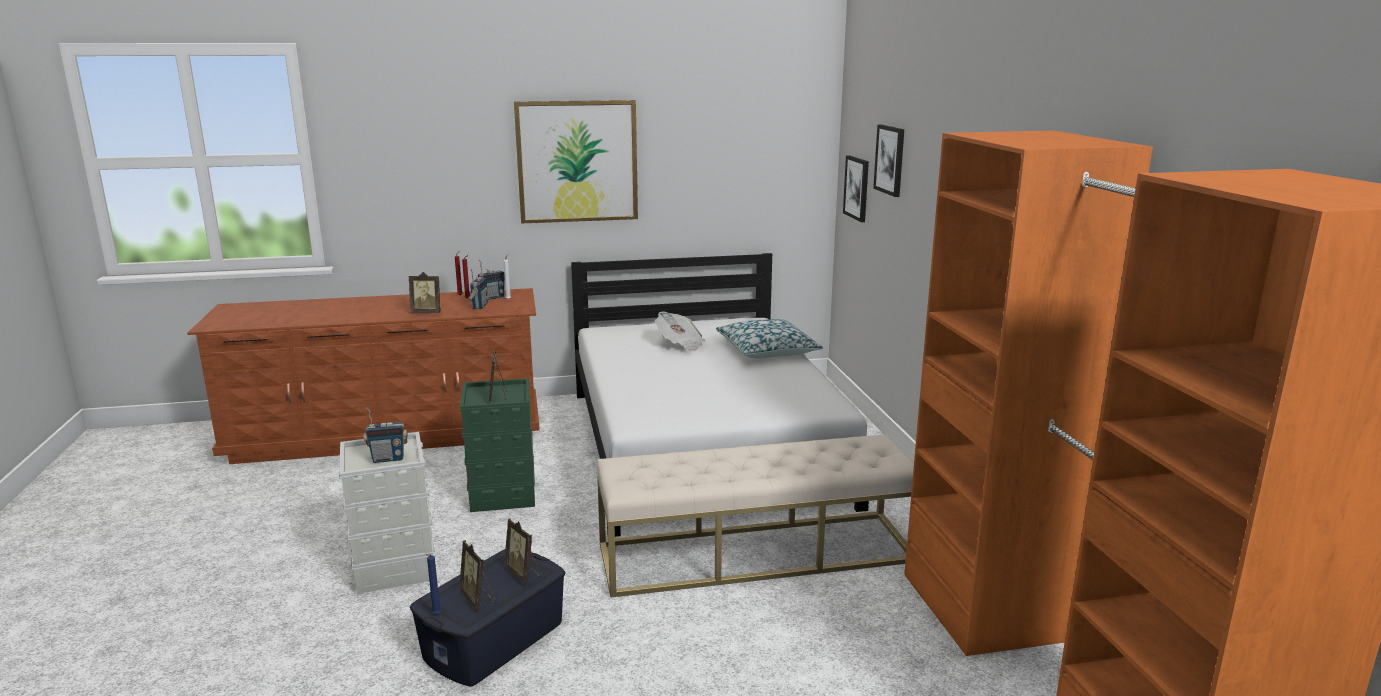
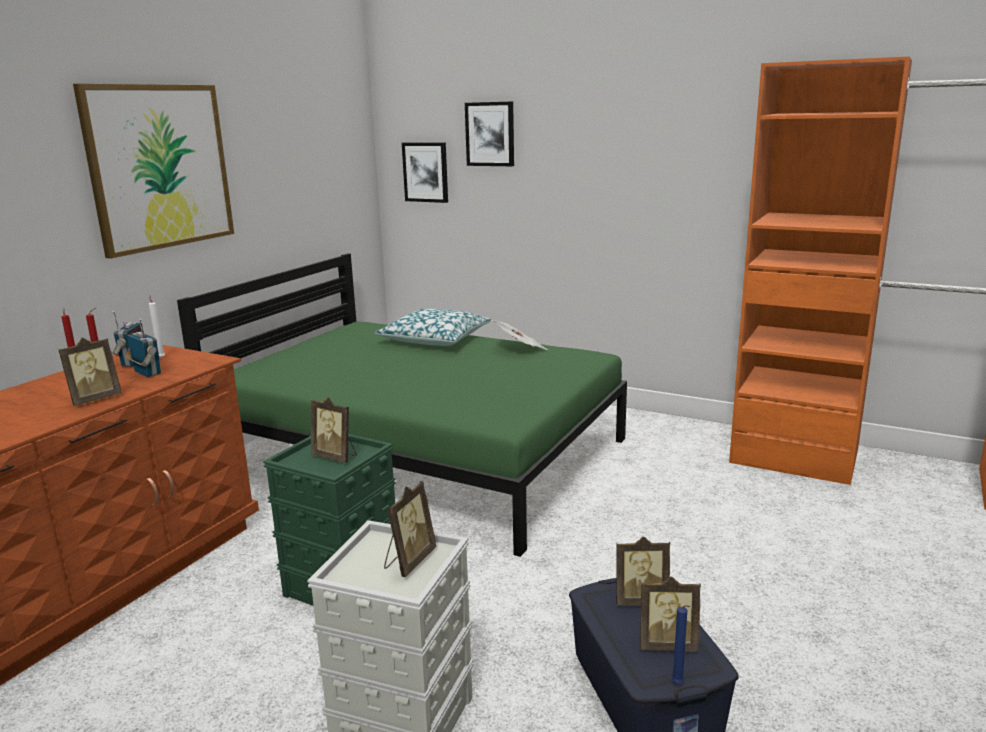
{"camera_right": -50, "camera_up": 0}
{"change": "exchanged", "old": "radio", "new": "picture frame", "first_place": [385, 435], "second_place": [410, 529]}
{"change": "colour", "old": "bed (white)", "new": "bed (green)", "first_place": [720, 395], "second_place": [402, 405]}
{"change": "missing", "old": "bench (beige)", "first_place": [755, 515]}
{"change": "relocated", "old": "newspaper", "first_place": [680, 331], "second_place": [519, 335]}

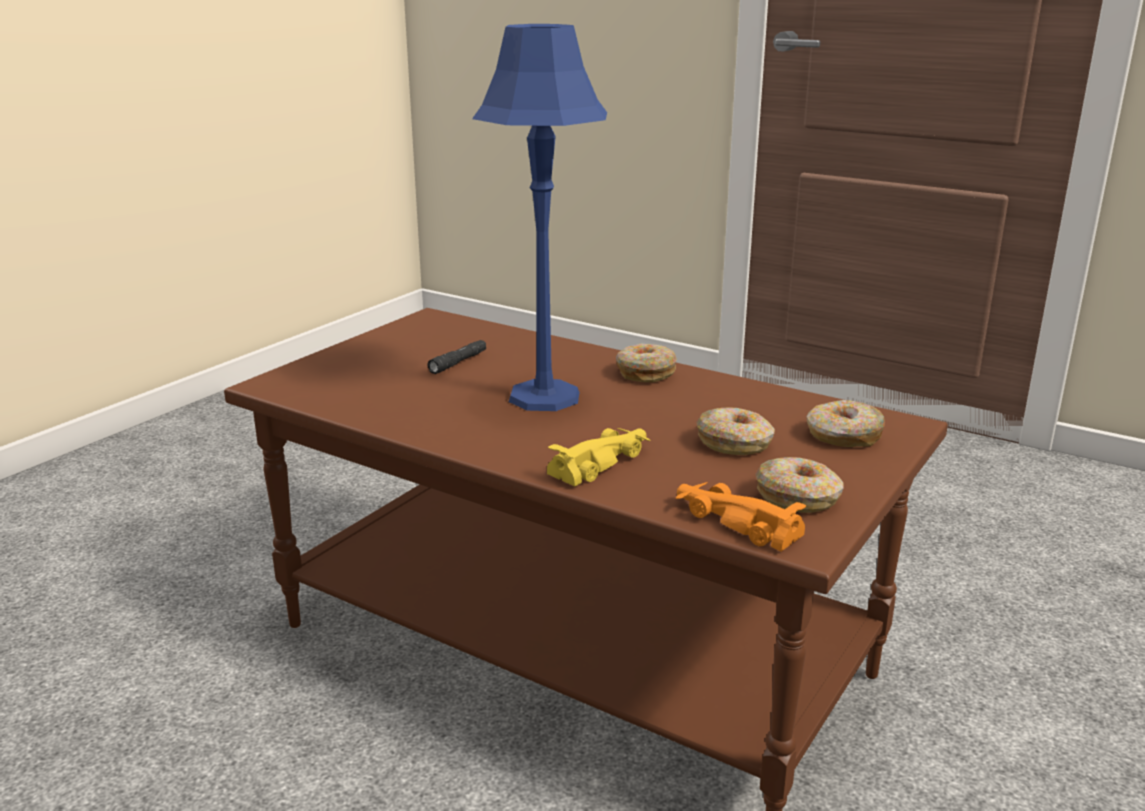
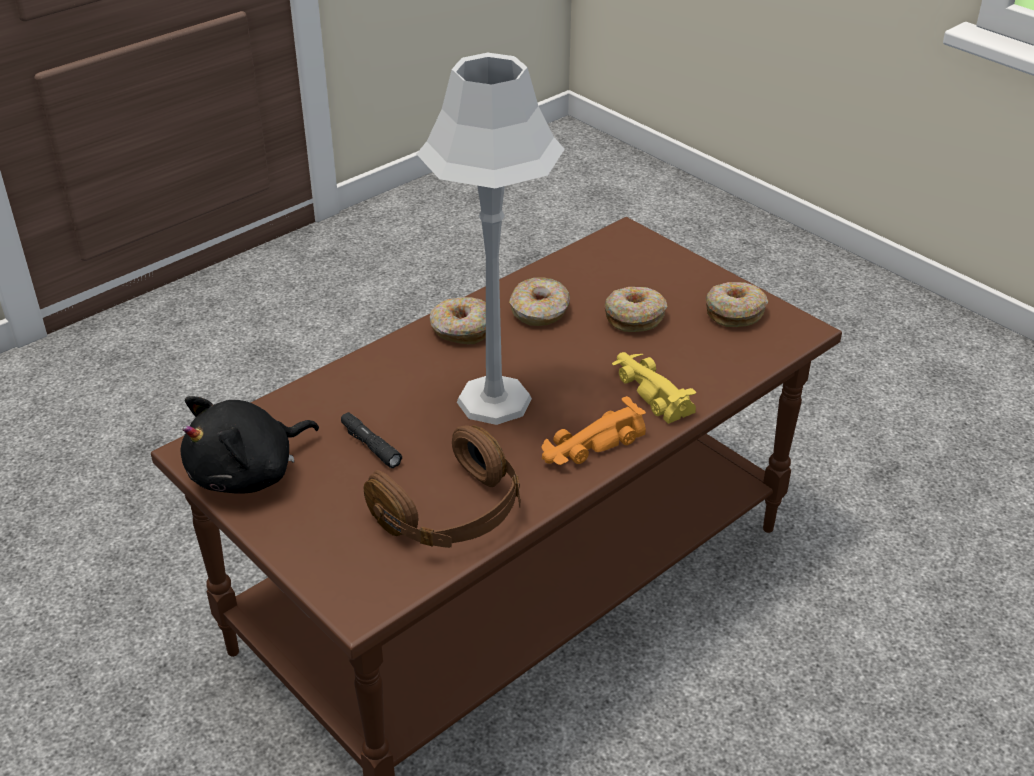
{"camera_right": -75, "camera_up": 15}
{"change": "colour", "old": "table lamp (blue)", "new": "table lamp (grey)", "first_place": [539, 217], "second_place": [491, 238]}
{"change": "relocated", "old": "toy car (orange)", "first_place": [741, 516], "second_place": [593, 430]}
{"change": "relocated", "old": "donut", "first_place": [845, 423], "second_place": [539, 302]}
{"change": "appeared", "new": "plush toy (black)", "second_place": [249, 445]}
{"change": "appeared", "new": "headphones (brown)", "second_place": [442, 486]}

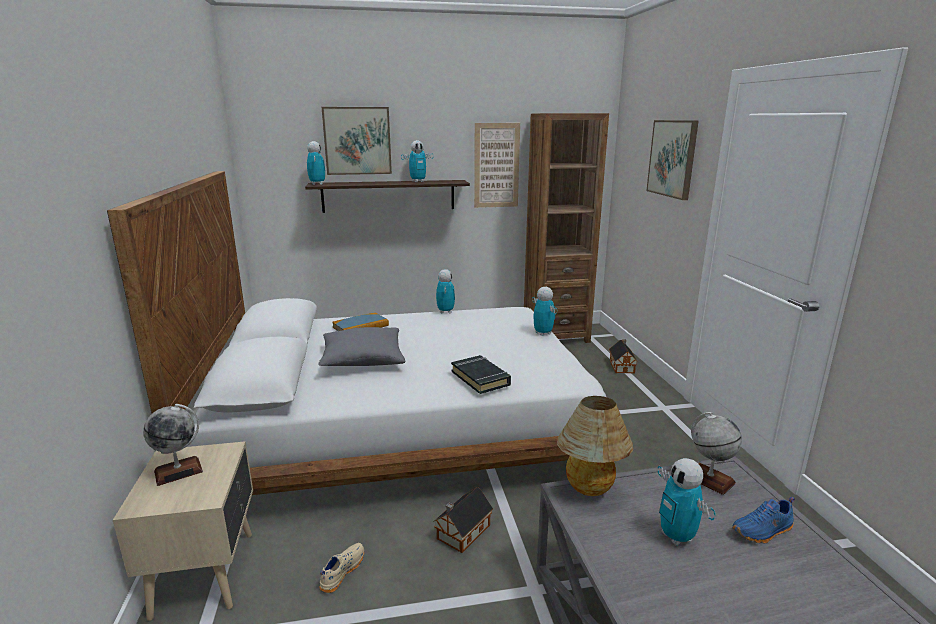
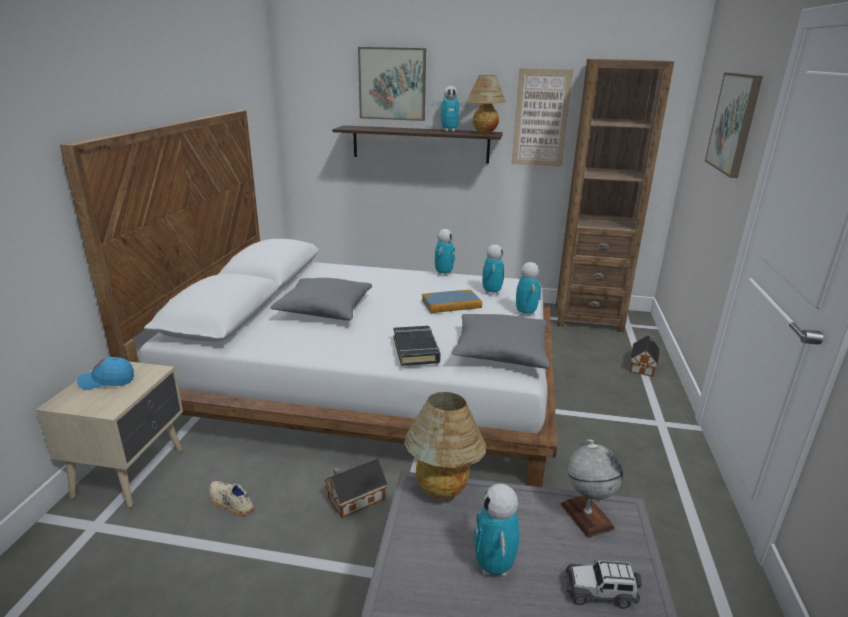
{"camera_right": 20, "camera_up": 5}
{"change": "exchanged", "old": "globe", "new": "cap (blue)", "first_place": [173, 445], "second_place": [105, 373]}
{"change": "relocated", "old": "toy robot", "first_place": [316, 163], "second_place": [493, 269]}
{"change": "spun", "old": "shoe (beige)", "first_place": [341, 568], "second_place": [231, 498], "degrees": -105}
{"change": "relocated", "old": "book", "first_place": [360, 321], "second_place": [452, 301]}
{"change": "exchanged", "old": "shoe (blue)", "new": "toy car", "first_place": [763, 520], "second_place": [603, 584]}
{"change": "appeared", "new": "pillow (grey)", "second_place": [500, 341]}
{"change": "appeared", "new": "table lamp", "second_place": [486, 104]}

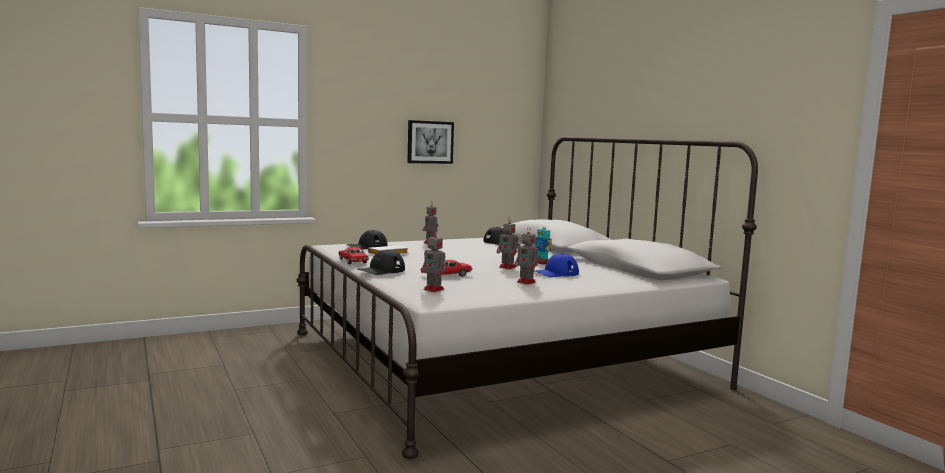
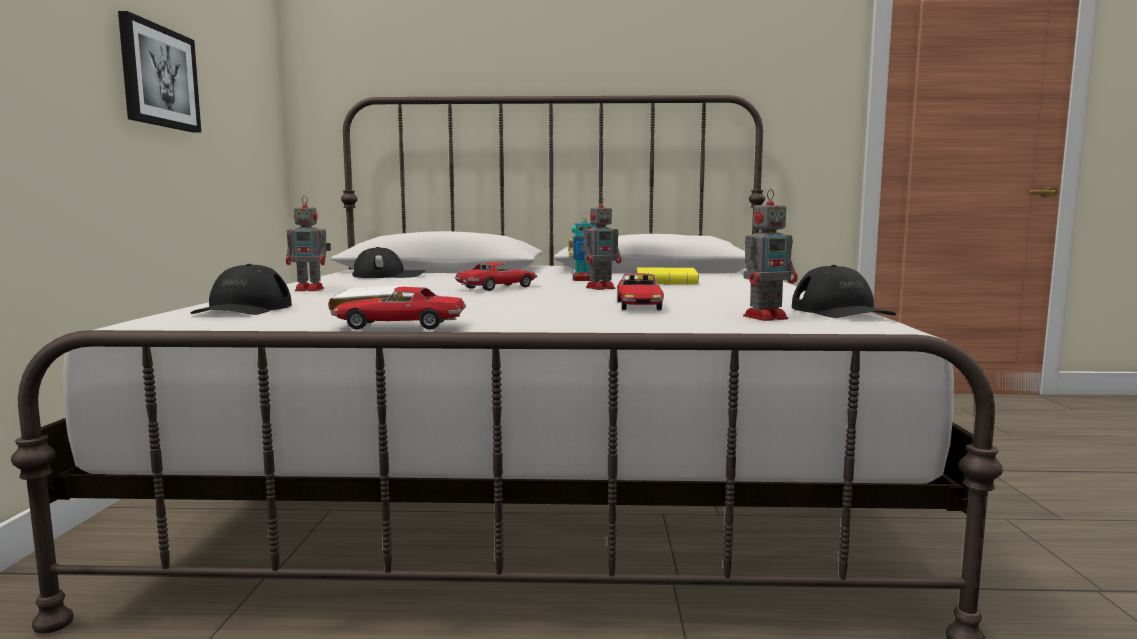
{"camera_right": -60, "camera_up": 0}
{"change": "relocated", "old": "cap (black)", "first_place": [381, 262], "second_place": [844, 291]}
{"change": "missing", "old": "toy robot", "first_place": [527, 256]}
{"change": "exchanged", "old": "cap (blue)", "new": "book (yellow)", "first_place": [556, 265], "second_place": [668, 276]}
{"change": "appeared", "new": "toy car", "second_place": [496, 276]}

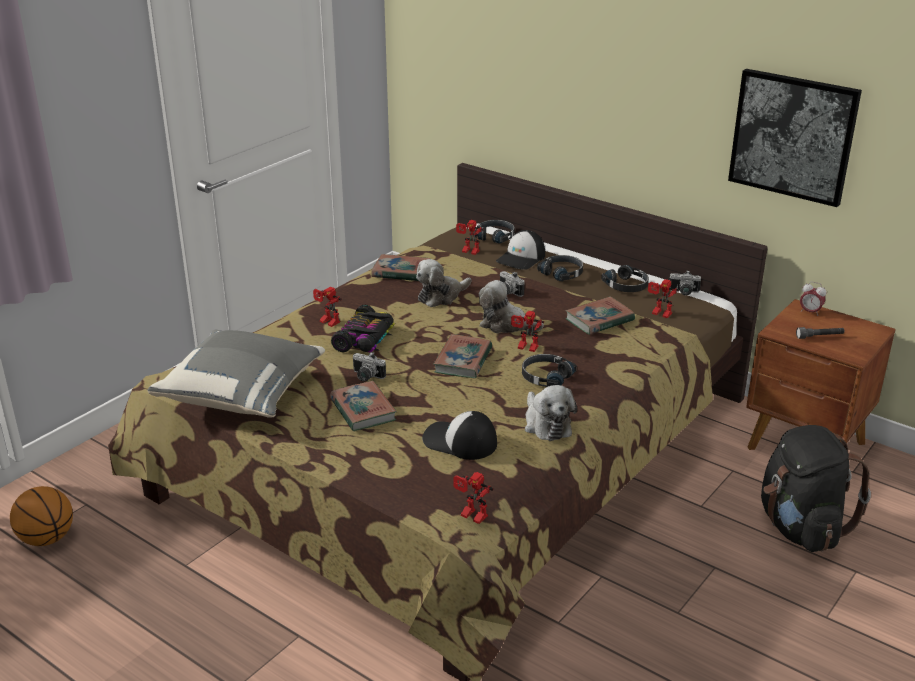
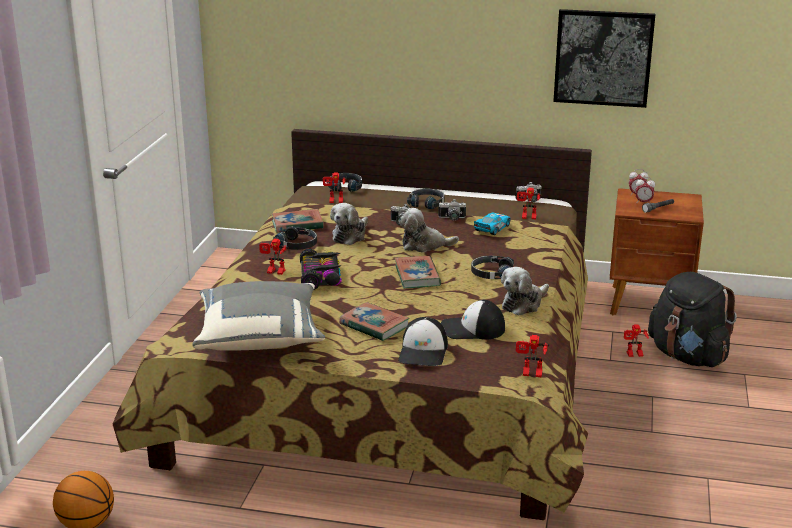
{"camera_right": -25, "camera_up": -5}
{"change": "relocated", "old": "photo camera", "first_place": [369, 366], "second_place": [452, 210]}
{"change": "relocated", "old": "cap", "first_place": [520, 250], "second_place": [423, 341]}
{"change": "relocated", "old": "toy robot", "first_place": [527, 331], "second_place": [636, 340]}
{"change": "spun", "old": "plush toy", "first_place": [551, 413], "second_place": [525, 291], "degrees": 90}
{"change": "exchanged", "old": "book", "new": "toy car", "first_place": [600, 315], "second_place": [492, 223]}
{"change": "relocated", "old": "headphones (black)", "first_place": [625, 278], "second_place": [295, 238]}
{"change": "appeared", "new": "alarm clock", "second_place": [645, 190]}

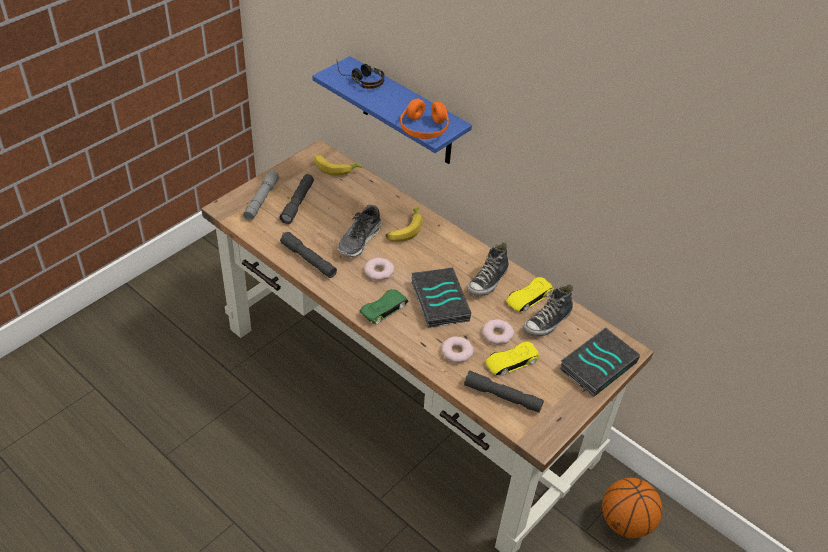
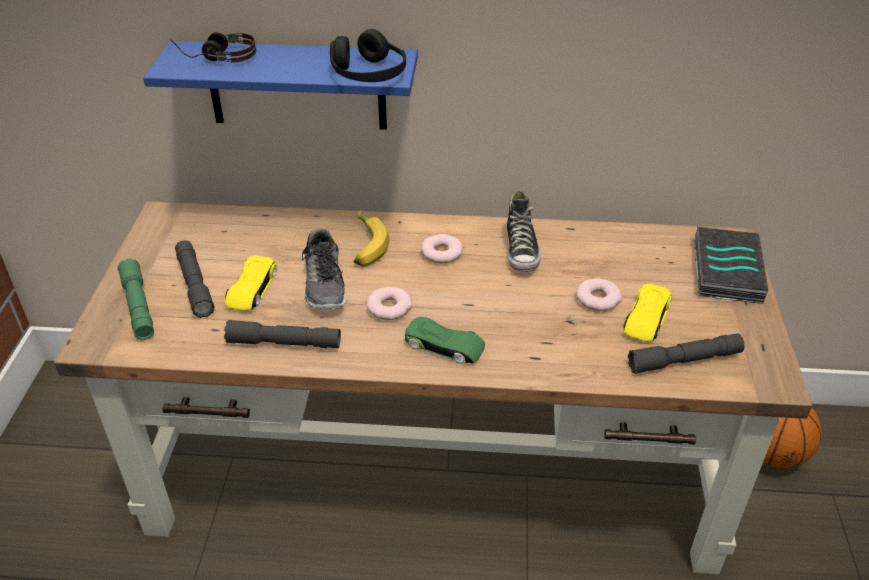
{"camera_right": -35, "camera_up": -5}
{"change": "colour", "old": "flashlight (grey)", "new": "flashlight (green)", "first_place": [261, 195], "second_place": [136, 299]}
{"change": "missing", "old": "banana", "first_place": [338, 165]}
{"change": "spun", "old": "toy car (green)", "first_place": [384, 307], "second_place": [445, 340], "degrees": 105}
{"change": "colour", "old": "headphones (orange)", "new": "headphones (black)", "first_place": [424, 119], "second_place": [368, 55]}
{"change": "missing", "old": "book", "first_place": [441, 298]}
{"change": "relocated", "old": "donut", "first_place": [457, 349], "second_place": [442, 248]}
{"change": "relocated", "old": "toy car (yellow)", "first_place": [529, 294], "second_place": [251, 283]}
{"change": "missing", "old": "shoe", "first_place": [548, 310]}

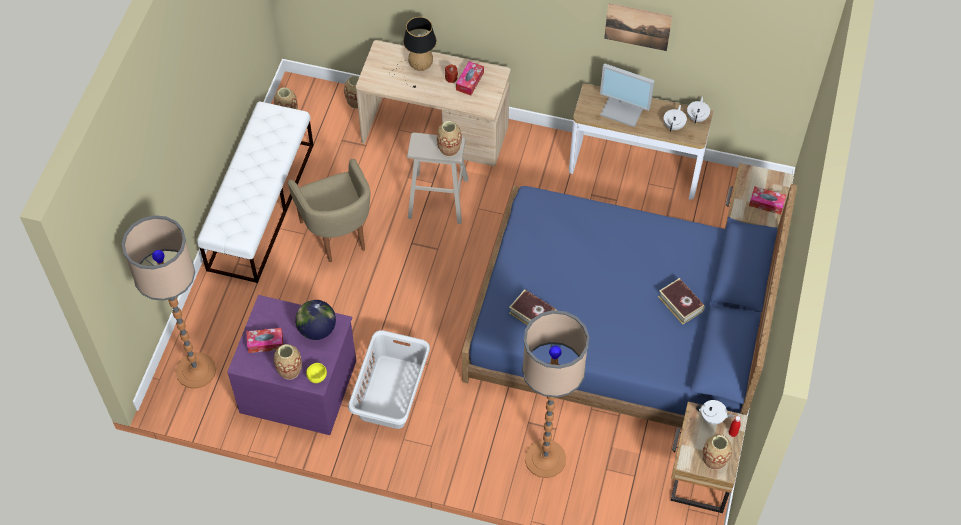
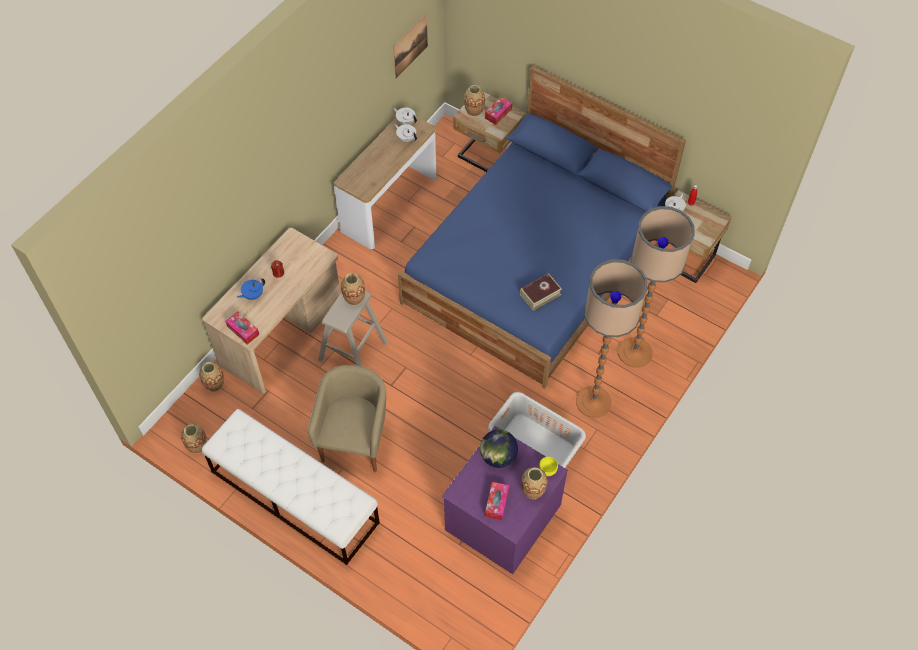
{"camera_right": -70, "camera_up": 0}
{"change": "relocated", "old": "floor lamp", "first_place": [169, 302], "second_place": [612, 338]}
{"change": "spun", "old": "armchair (beige)", "first_place": [329, 210], "second_place": [347, 419], "degrees": -75}
{"change": "exchanged", "old": "table lamp", "new": "teapot (blue)", "first_place": [415, 52], "second_place": [251, 289]}
{"change": "relocated", "old": "tissue box", "first_place": [470, 78], "second_place": [242, 327]}
{"change": "missing", "old": "monitor", "first_place": [627, 95]}
{"change": "relocated", "old": "picture", "first_place": [638, 27], "second_place": [410, 46]}
{"change": "missing", "old": "book", "first_place": [681, 301]}
{"change": "relocated", "old": "vase", "first_place": [717, 452], "second_place": [474, 101]}

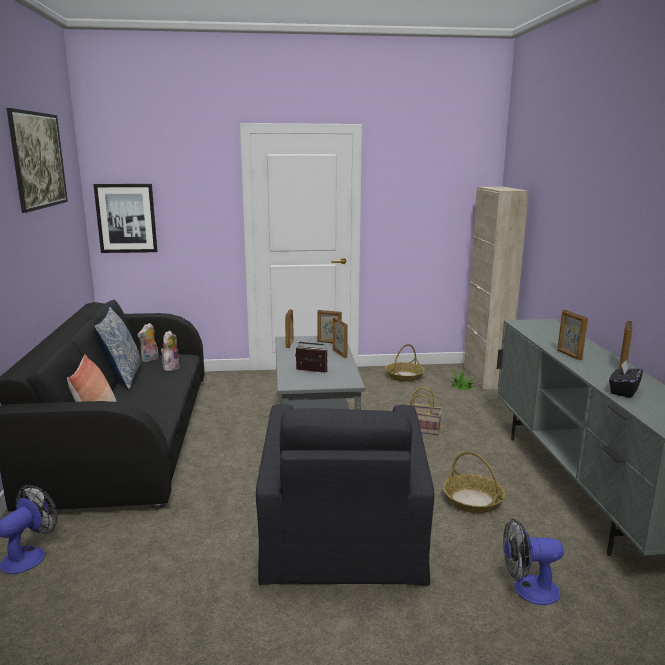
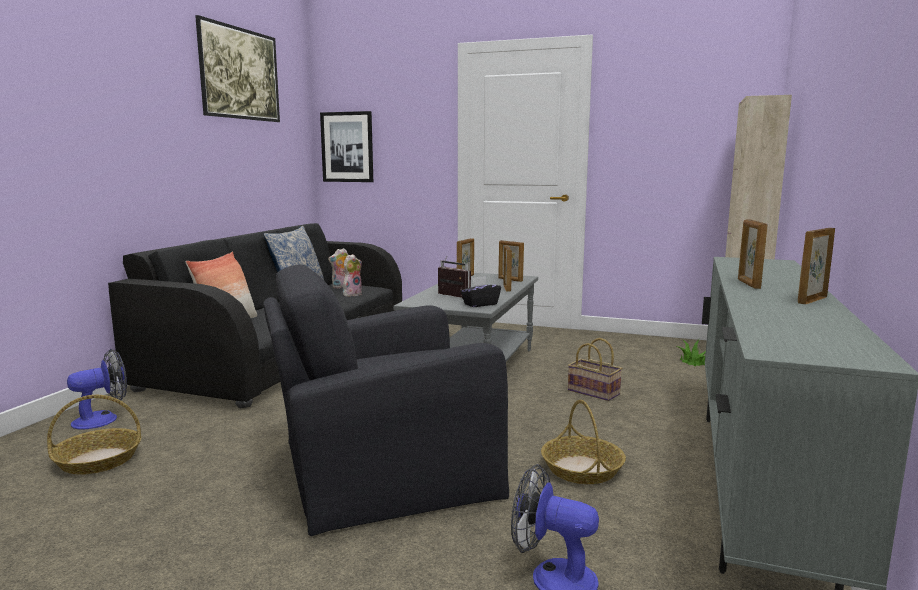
{"camera_right": 25, "camera_up": -5}
{"change": "spun", "old": "armchair (black)", "first_place": [345, 495], "second_place": [386, 400], "degrees": 45}
{"change": "relocated", "old": "basket", "first_place": [405, 363], "second_place": [94, 435]}
{"change": "relocated", "old": "tissue box (black)", "first_place": [626, 379], "second_place": [481, 291]}

